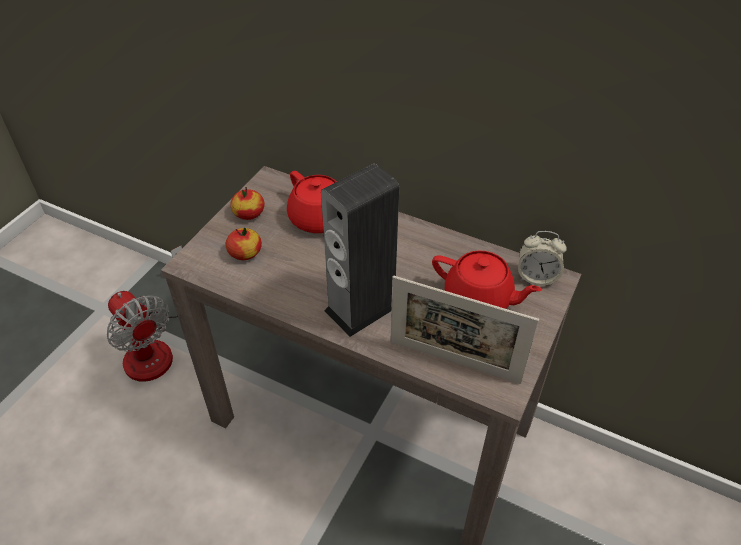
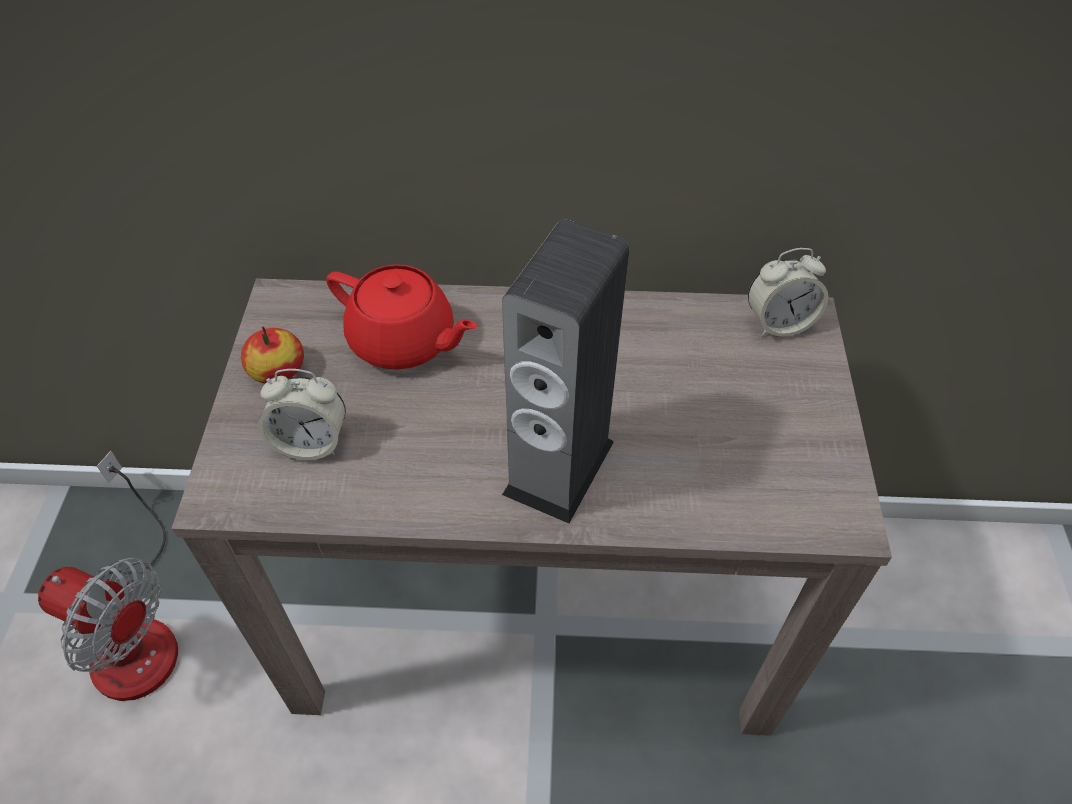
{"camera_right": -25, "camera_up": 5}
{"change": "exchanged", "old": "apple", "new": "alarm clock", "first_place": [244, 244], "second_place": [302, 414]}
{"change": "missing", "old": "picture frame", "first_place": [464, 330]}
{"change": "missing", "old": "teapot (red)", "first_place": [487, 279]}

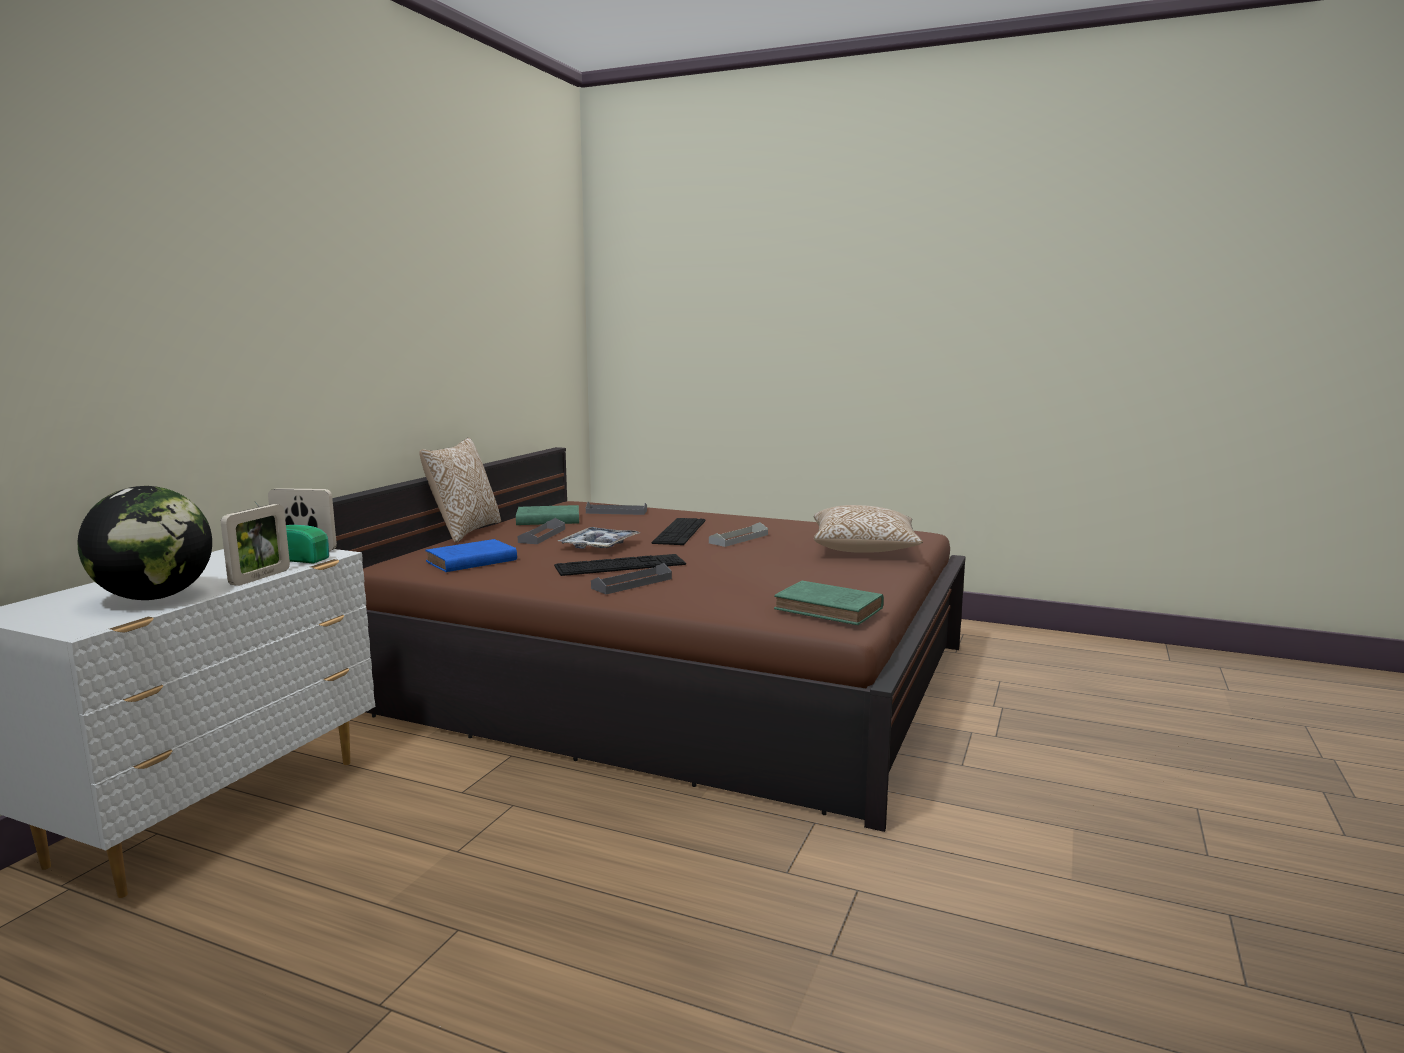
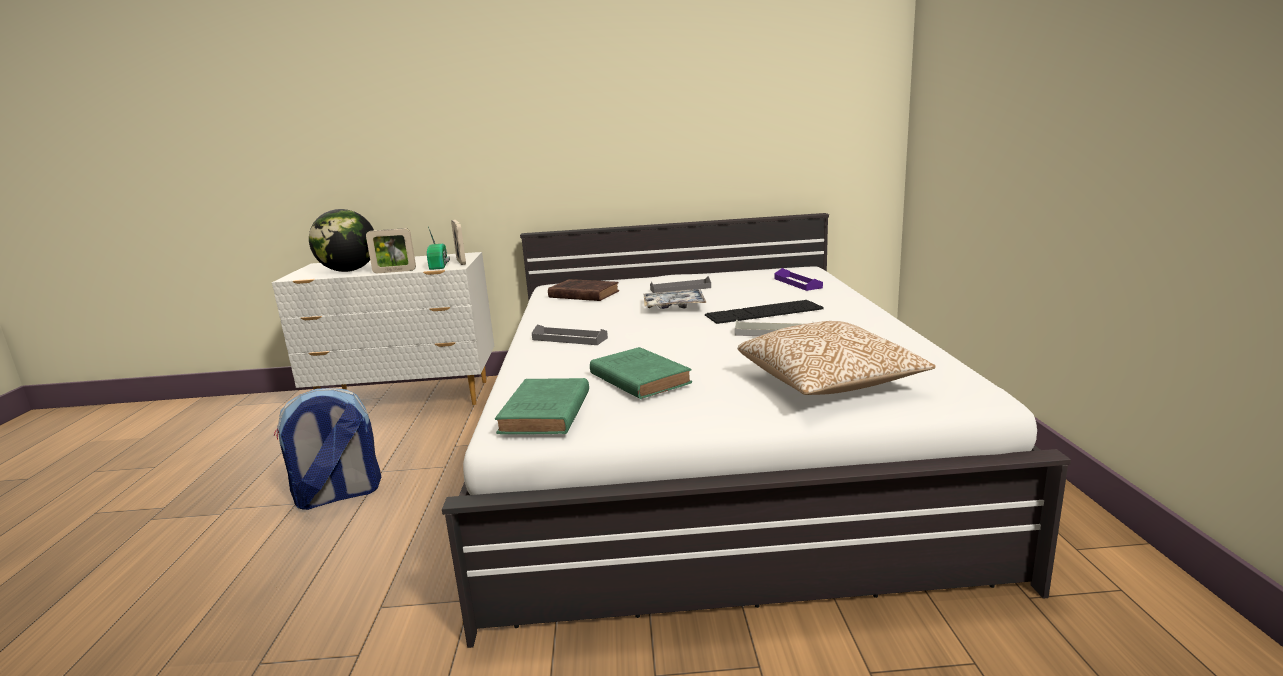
{"camera_right": 65, "camera_up": 5}
{"change": "colour", "old": "bed (brown)", "new": "bed (white)", "first_place": [649, 639], "second_place": [756, 430]}
{"change": "missing", "old": "pillow", "first_place": [460, 490]}
{"change": "colour", "old": "book (blue)", "new": "book (brown)", "first_place": [471, 555], "second_place": [583, 290]}
{"change": "relocated", "old": "book (green)", "first_place": [547, 515], "second_place": [641, 373]}
{"change": "missing", "old": "keyboard", "first_place": [620, 565]}
{"change": "colour", "old": "tray (grey)", "new": "tray (purple)", "first_place": [616, 508], "second_place": [798, 279]}
{"change": "appeared", "new": "backpack", "second_place": [327, 449]}

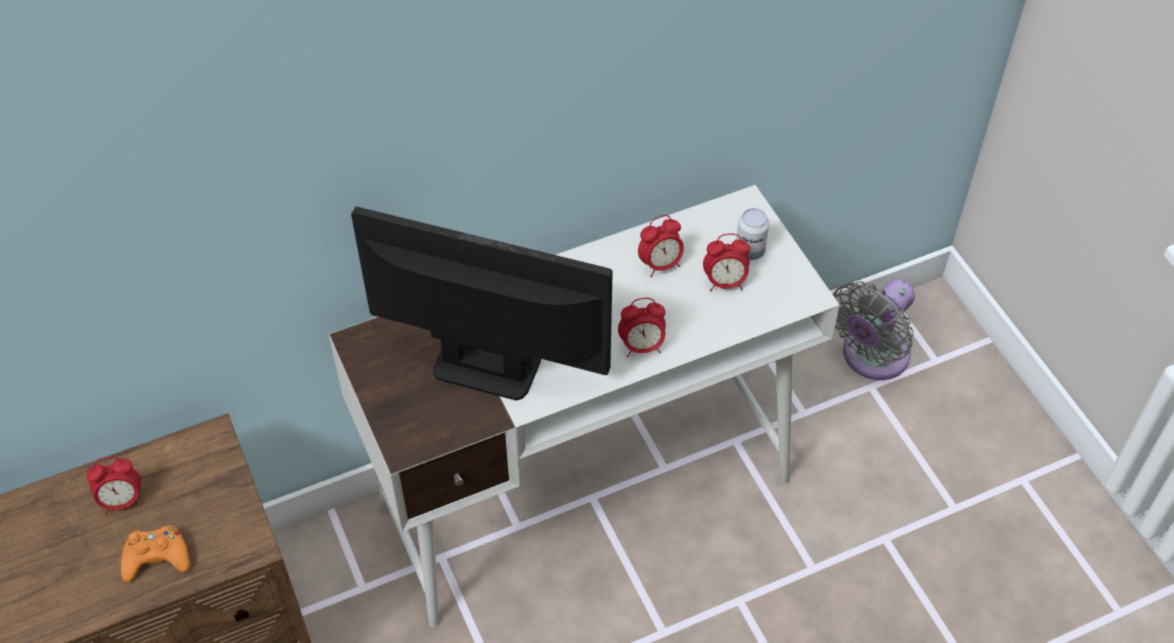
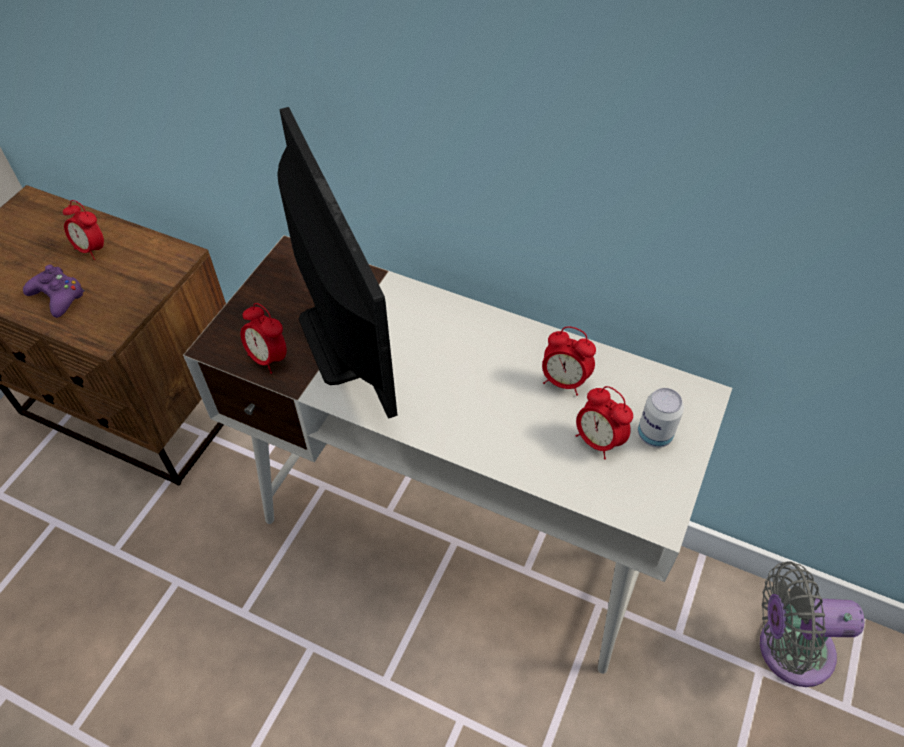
{"camera_right": 50, "camera_up": 0}
{"change": "colour", "old": "game controller (orange)", "new": "game controller (purple)", "first_place": [155, 554], "second_place": [54, 291]}
{"change": "relocated", "old": "alarm clock", "first_place": [642, 327], "second_place": [263, 338]}

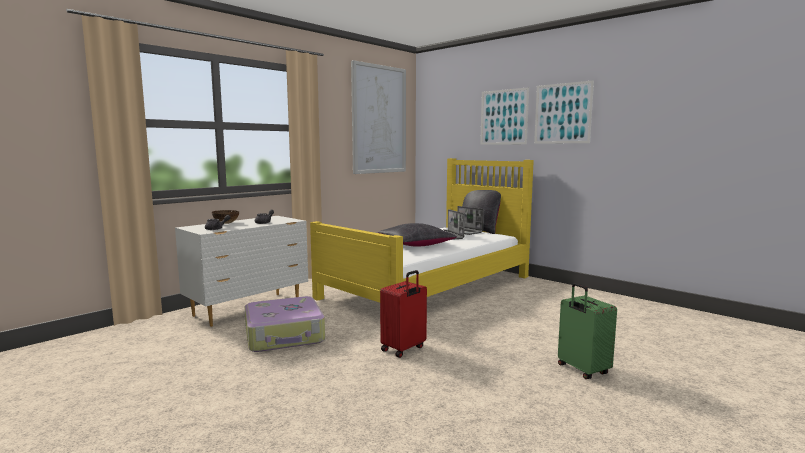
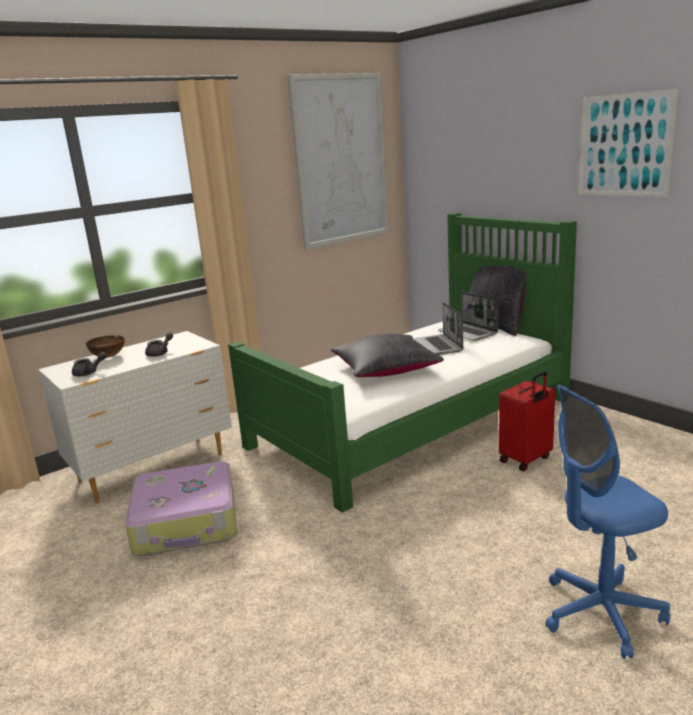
{"camera_right": 10, "camera_up": 10}
{"change": "colour", "old": "bed (yellow)", "new": "bed (green)", "first_place": [422, 230], "second_place": [402, 363]}
{"change": "relocated", "old": "suitcase (red)", "first_place": [403, 314], "second_place": [527, 421]}
{"change": "missing", "old": "picture", "first_place": [504, 116]}
{"change": "exchanged", "old": "suitcase (green)", "new": "office chair (blue)", "first_place": [587, 331], "second_place": [607, 522]}

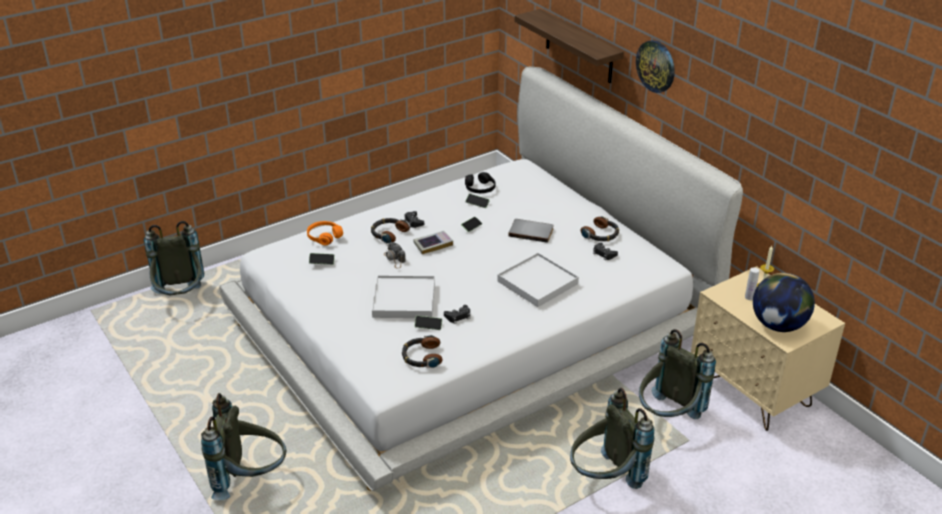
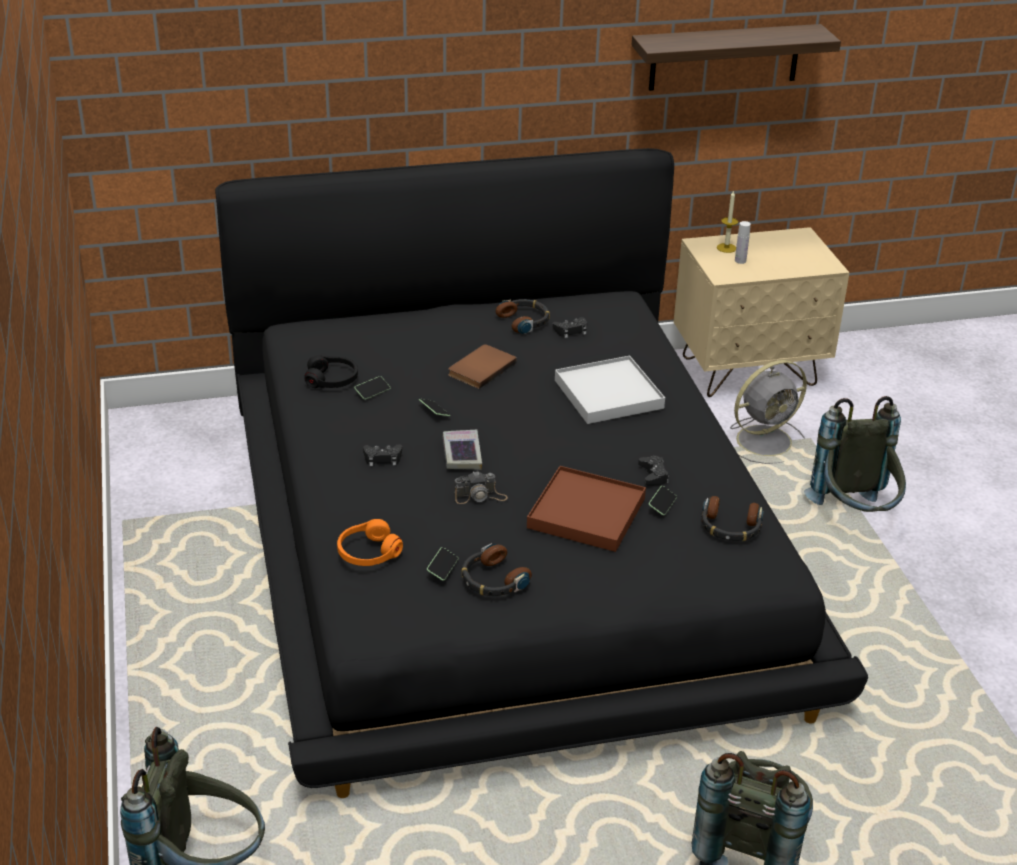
{"camera_right": -70, "camera_up": 0}
{"change": "colour", "old": "bed (white)", "new": "bed (black)", "first_place": [481, 279], "second_place": [541, 473]}
{"change": "relocated", "old": "headphones", "first_place": [390, 230], "second_place": [496, 569]}
{"change": "colour", "old": "tray (white)", "new": "tray (brown)", "first_place": [403, 296], "second_place": [586, 509]}
{"change": "colour", "old": "book (grey)", "new": "book (brown)", "first_place": [531, 231], "second_place": [482, 366]}
{"change": "relocated", "old": "shelf", "first_place": [569, 46], "second_place": [736, 57]}
{"change": "missing", "old": "wall clock", "first_place": [655, 66]}
{"change": "exchanged", "old": "backpack (grey)", "new": "fan (grey)", "first_place": [677, 374], "second_place": [768, 412]}
{"change": "missing", "old": "globe", "first_place": [784, 302]}

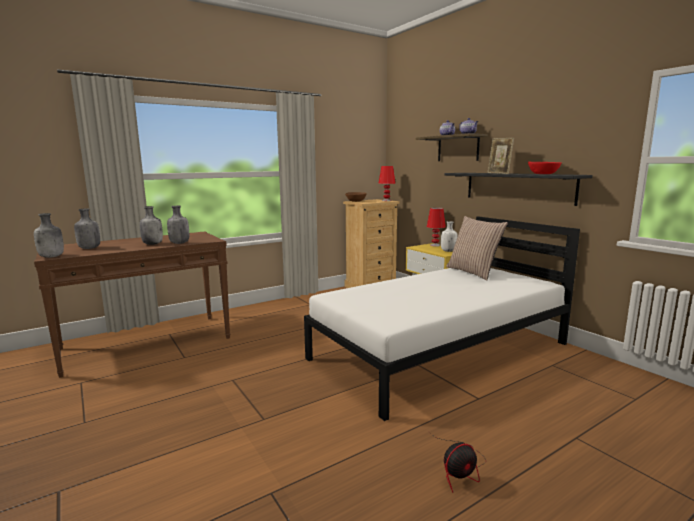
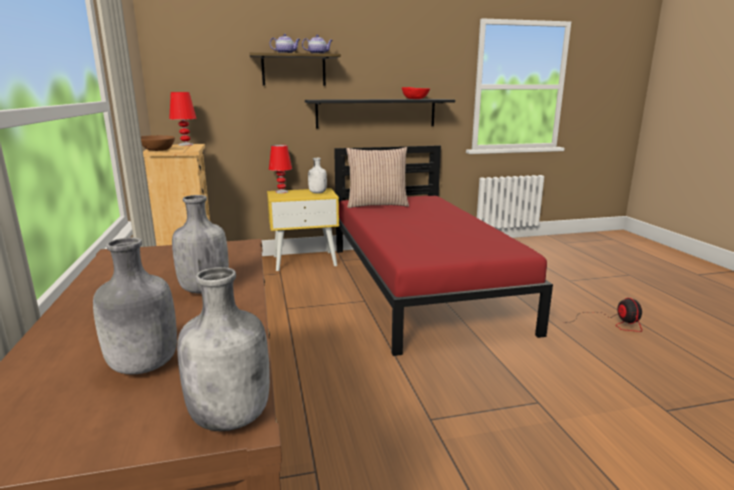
{"camera_right": -70, "camera_up": 5}
{"change": "missing", "old": "bottle (grey)", "first_place": [178, 225]}
{"change": "colour", "old": "bed (white)", "new": "bed (red)", "first_place": [442, 318], "second_place": [443, 250]}
{"change": "missing", "old": "picture frame", "first_place": [501, 156]}

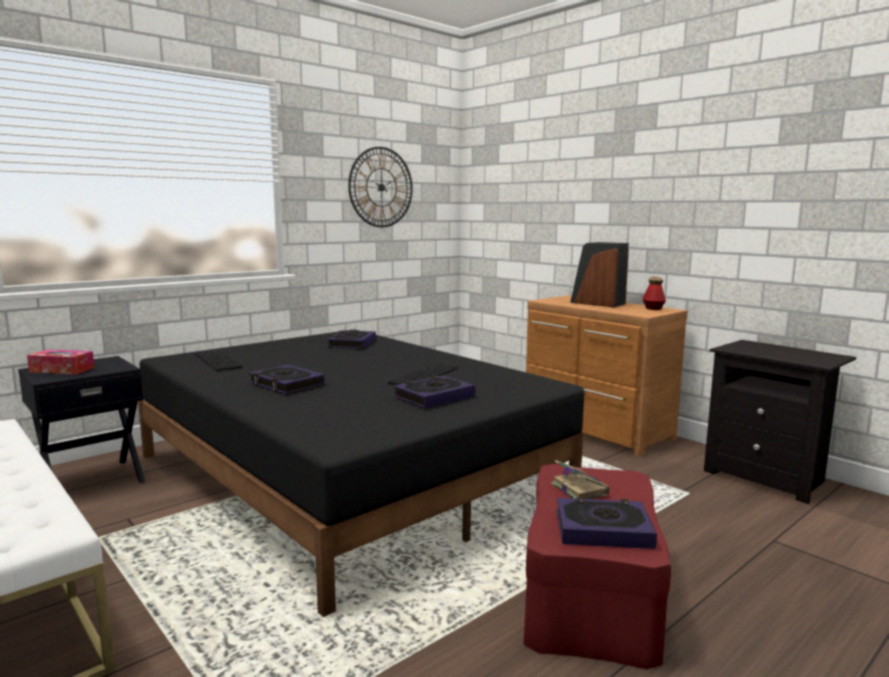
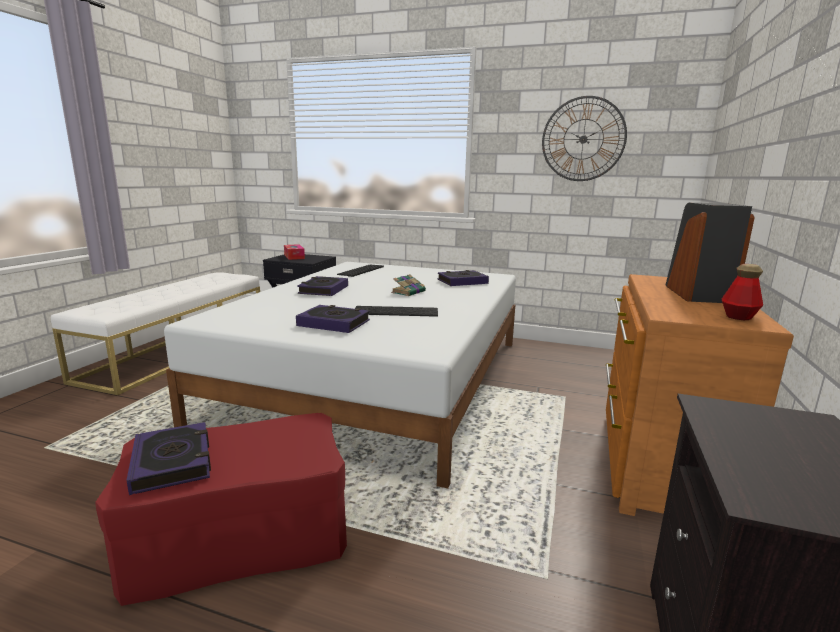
{"camera_right": 60, "camera_up": 5}
{"change": "colour", "old": "bed (black)", "new": "bed (white)", "first_place": [361, 473], "second_place": [340, 375]}
{"change": "relocated", "old": "book", "first_place": [580, 479], "second_place": [408, 285]}

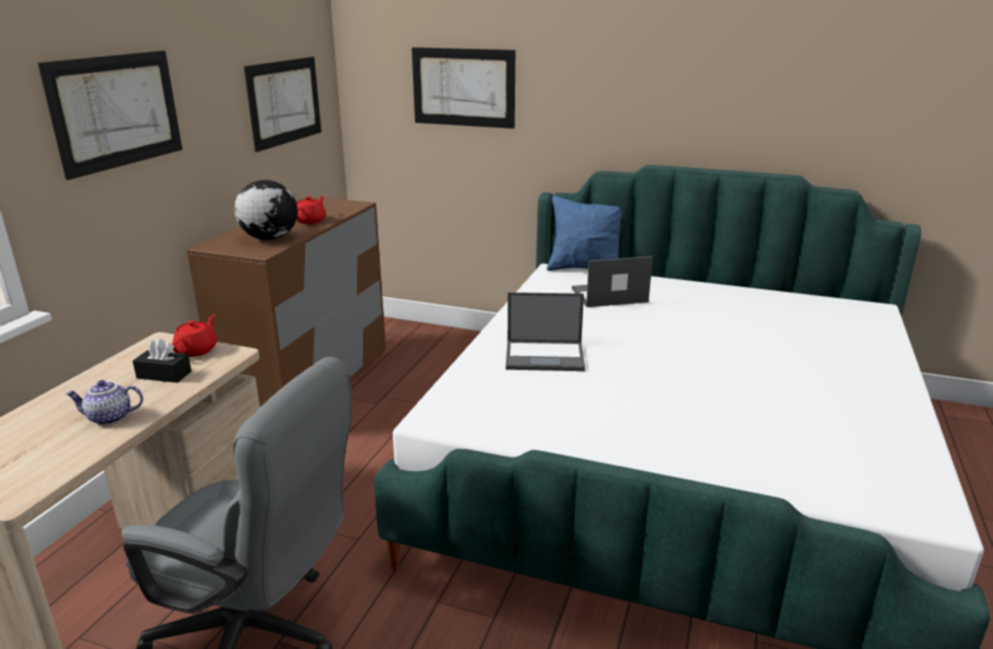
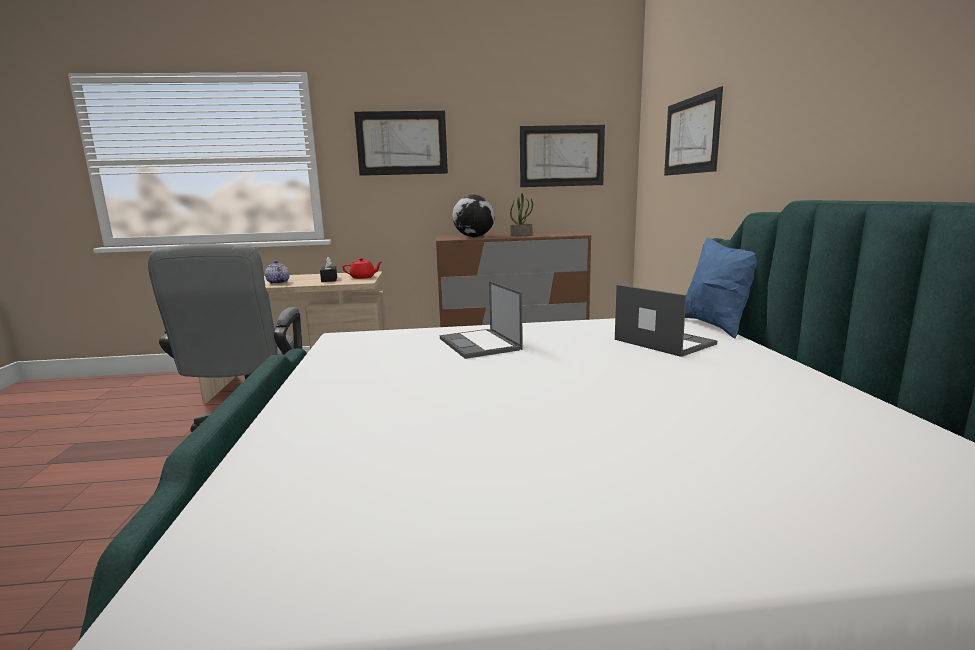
{"camera_right": 65, "camera_up": -10}
{"change": "exchanged", "old": "teapot (red)", "new": "potted plant", "first_place": [311, 210], "second_place": [521, 215]}

